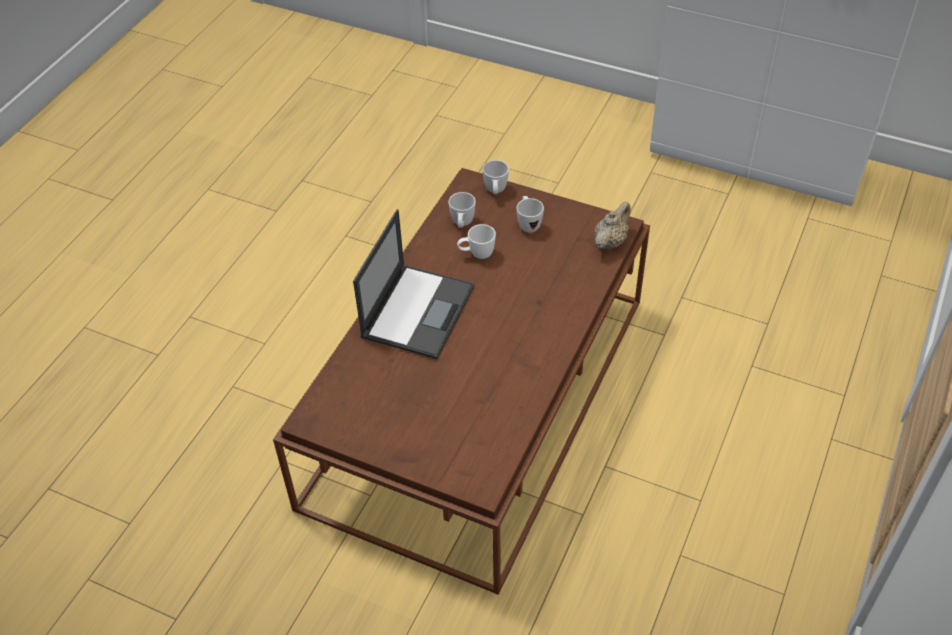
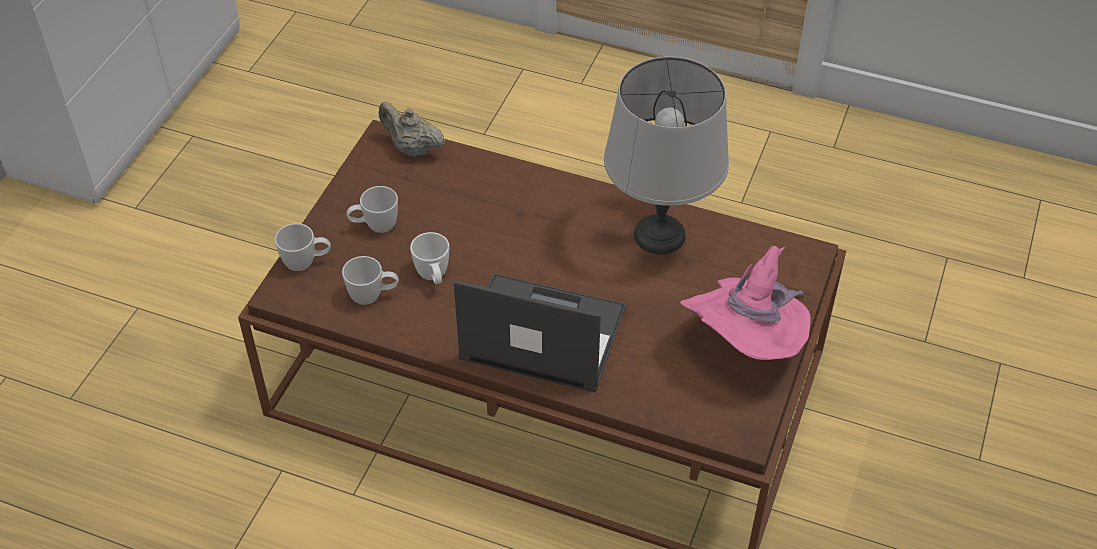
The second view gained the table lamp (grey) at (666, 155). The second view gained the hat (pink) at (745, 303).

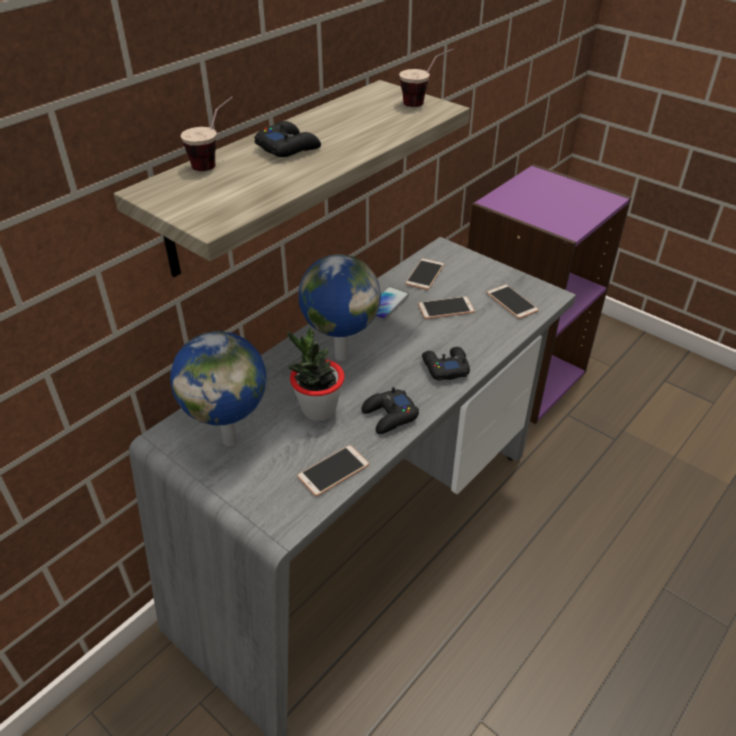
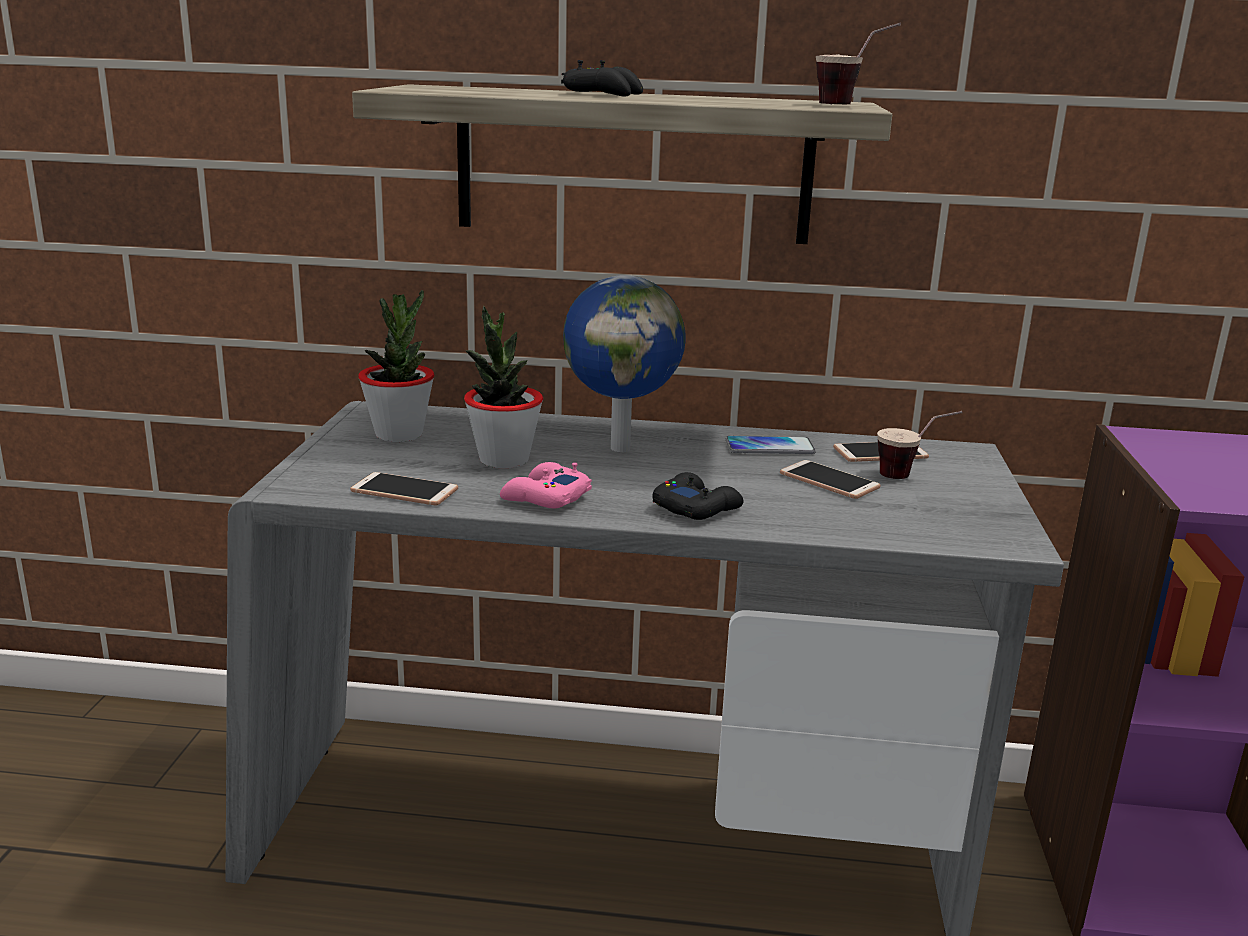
Where the globe stood at (218, 388), the potted plant came to stand at (396, 366). What was the game controller (black) at (390, 410) turned into the game controller (pink) at (546, 485). The cup ended up elsewhere, having gone from (207, 133) to (920, 445). The second view lost the phone at (513, 301).

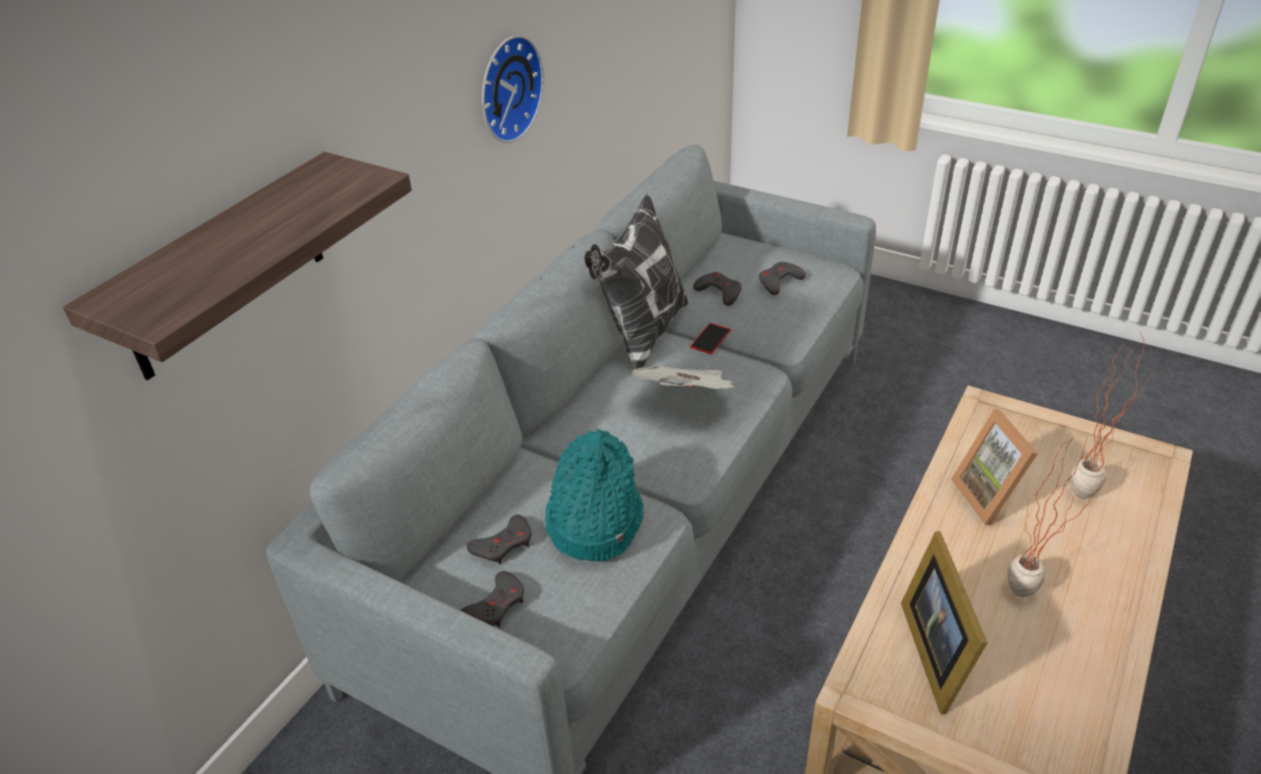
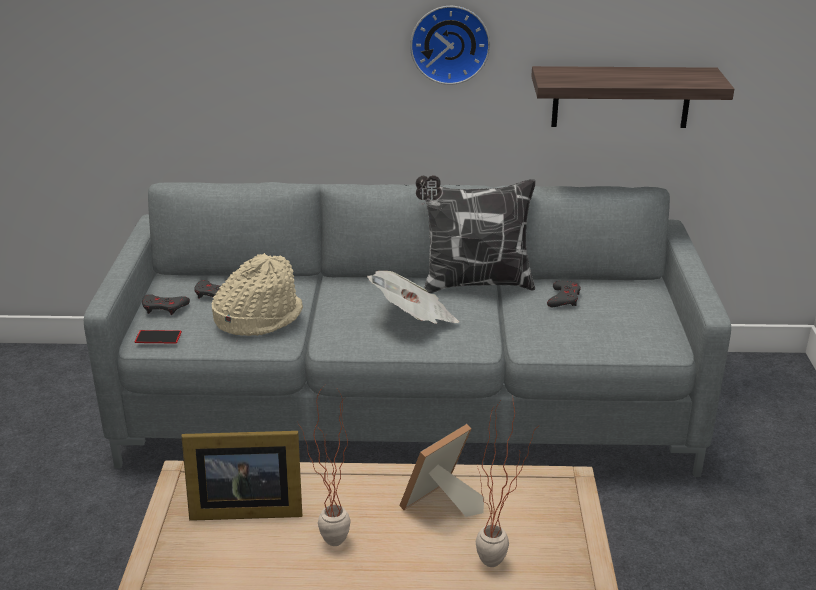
The phone ended up elsewhere, having gone from (710, 338) to (158, 337). The picture frame at (944, 622) ended up facing another way, 150 degrees counterclockwise from before. What was the hat (turquoise) at (594, 495) turned into the hat (beige) at (257, 294). The shelf ended up elsewhere, having gone from (237, 266) to (632, 97). The second view lost the game controller (grey) at (782, 278).

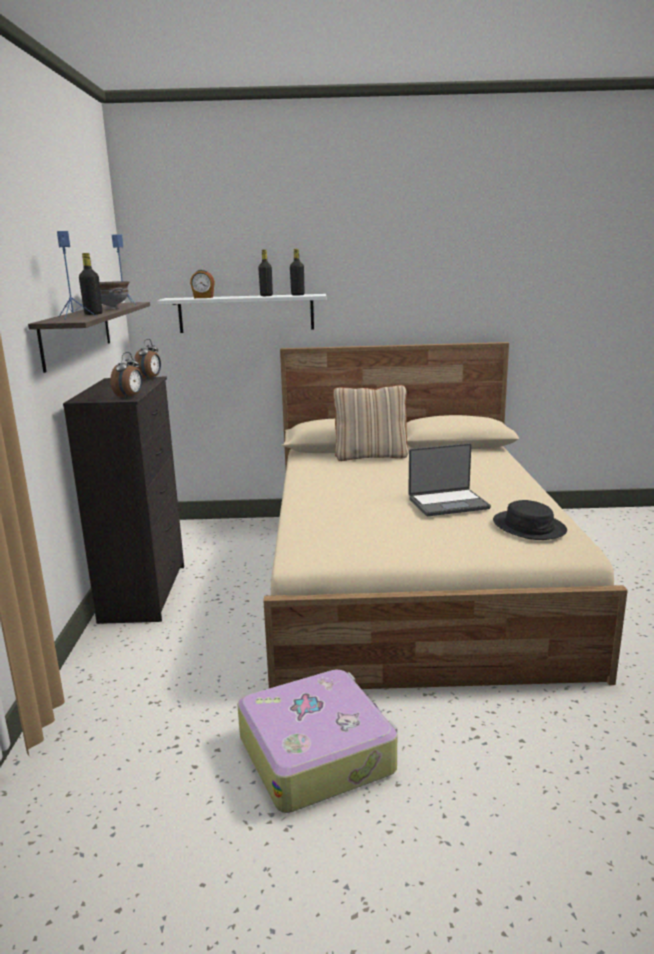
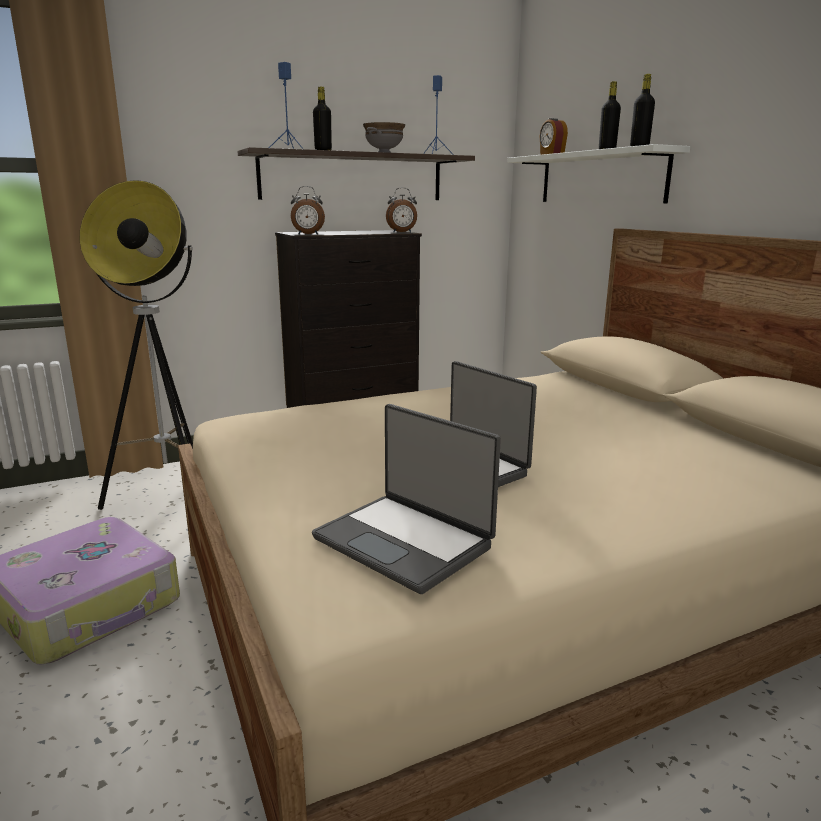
The second view gained the floor lamp at (136, 345). Where the hat (black) stood at (530, 520), the laptop came to stand at (406, 499). The second view lost the pillow (beige) at (371, 423).

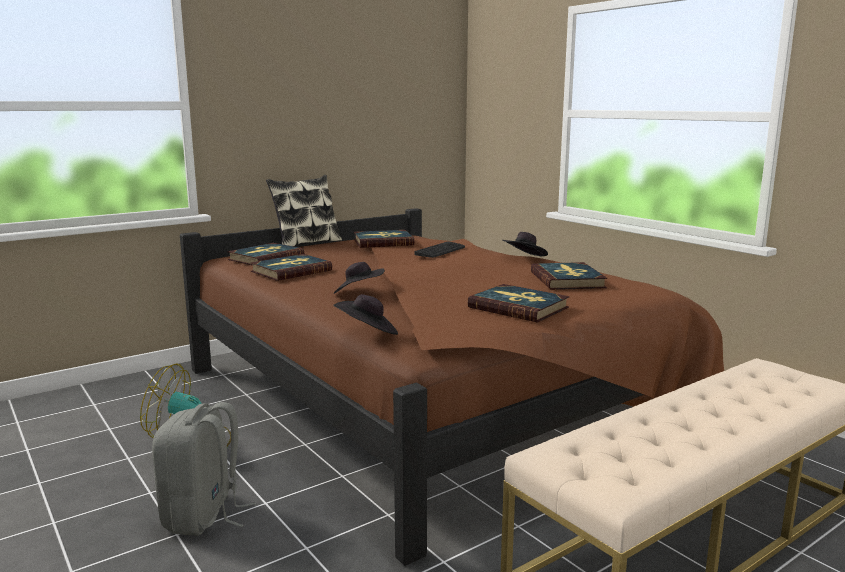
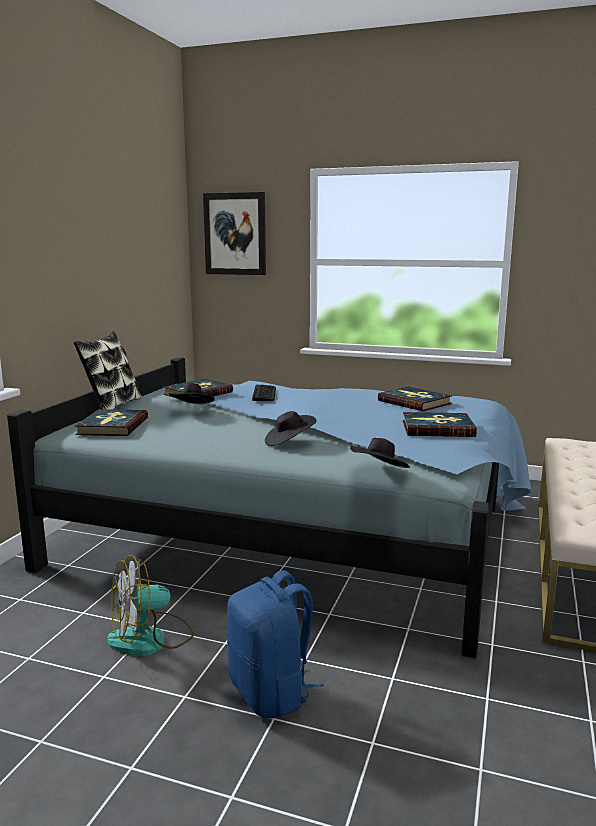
What was the bed (brown) at (452, 387) turned into the bed (blue) at (269, 508). The hat (black) ended up elsewhere, having gone from (525, 244) to (191, 393). The second view gained the picture at (234, 233). What was the backpack (grey) at (204, 469) turned into the backpack (blue) at (275, 644). The second view lost the book at (291, 267).

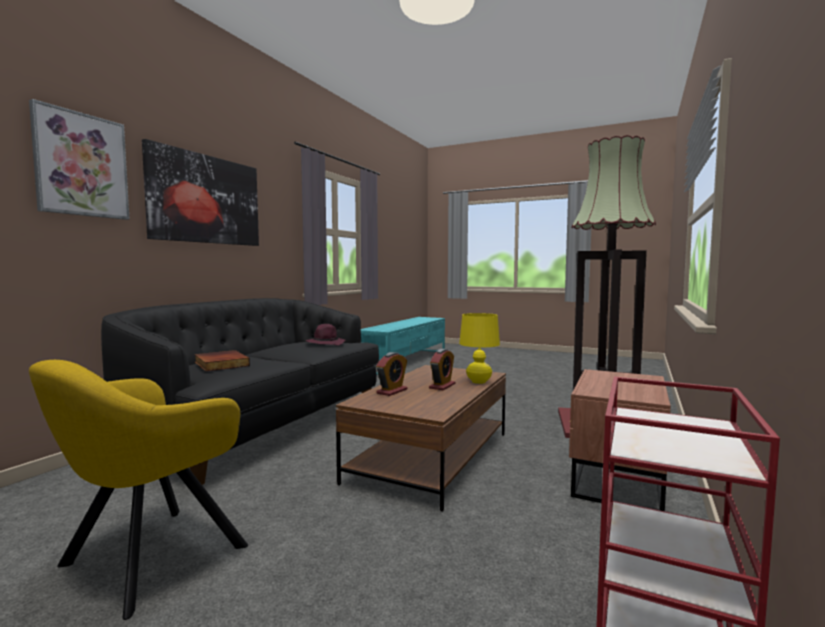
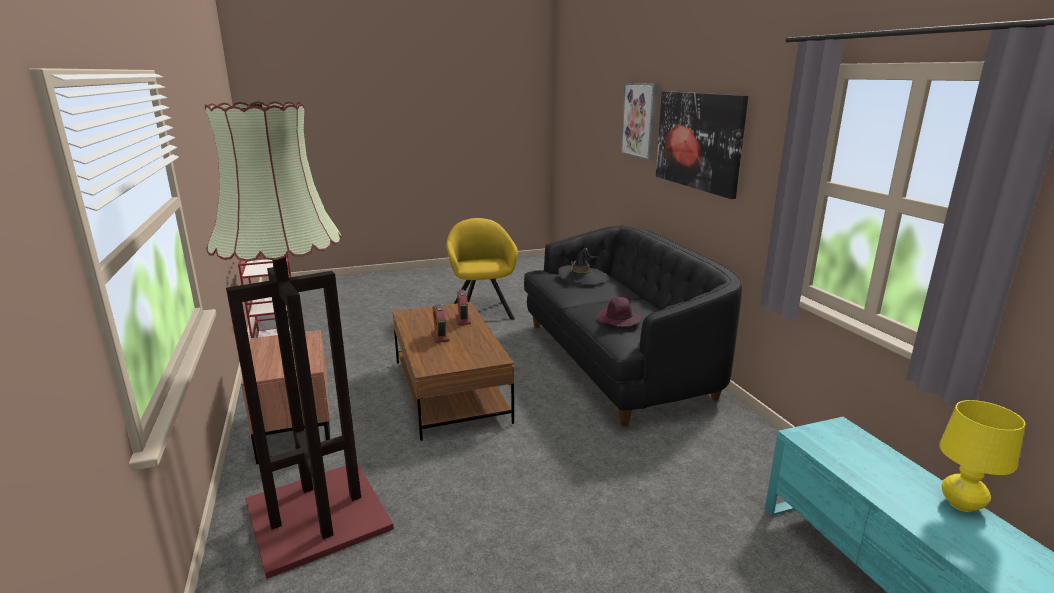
Where the book stood at (222, 360), the hat (black) came to stand at (583, 266). The table lamp (yellow) ended up elsewhere, having gone from (479, 348) to (982, 456).

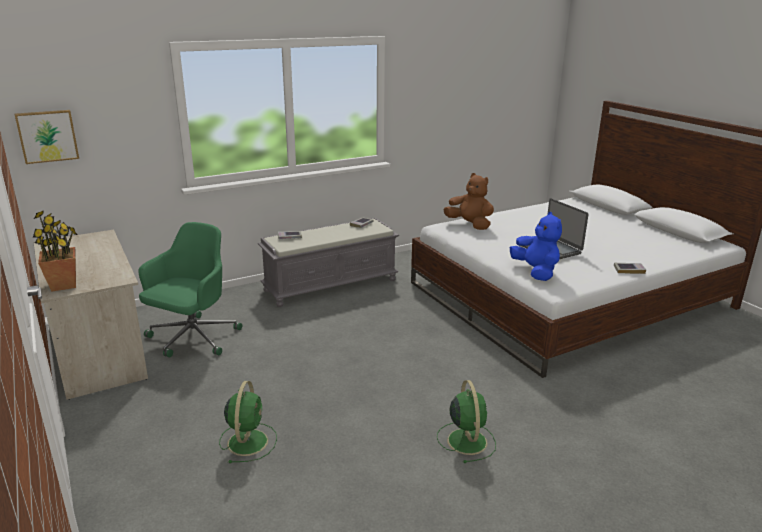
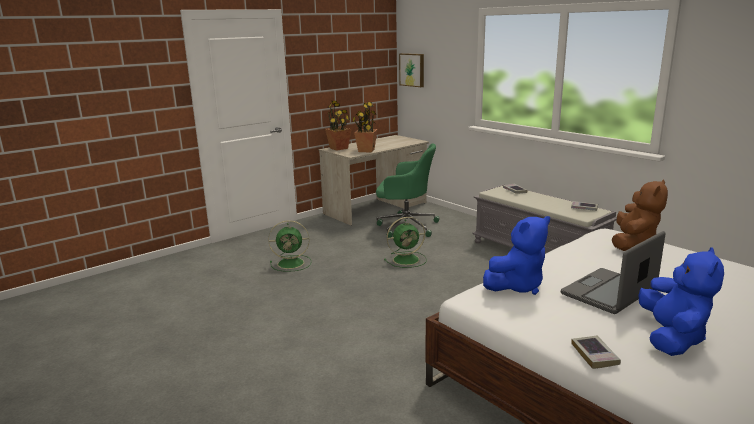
The second view gained the potted plant at (364, 127). The fan (green) ended up elsewhere, having gone from (466, 421) to (405, 242). The second view gained the plush toy (blue) at (681, 301).

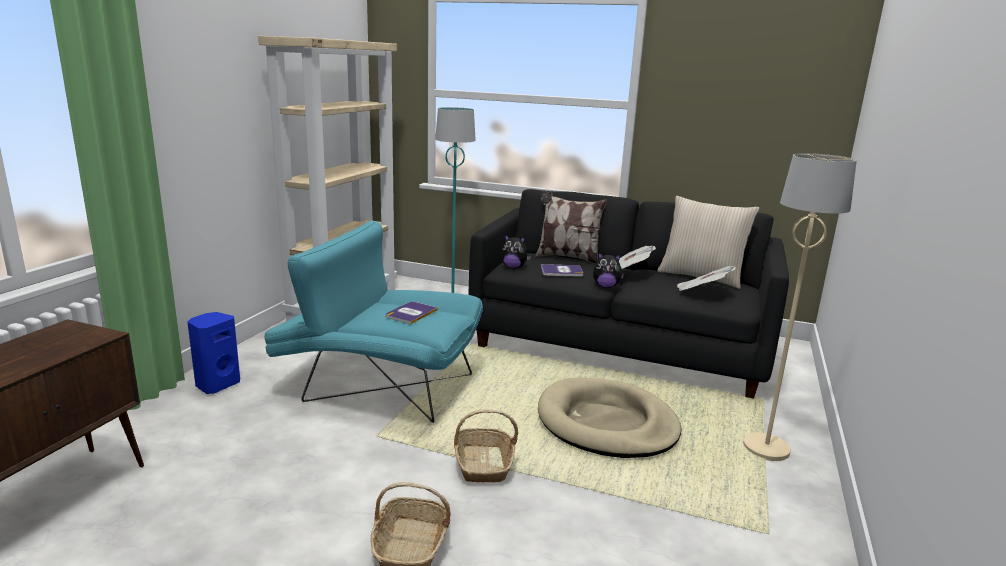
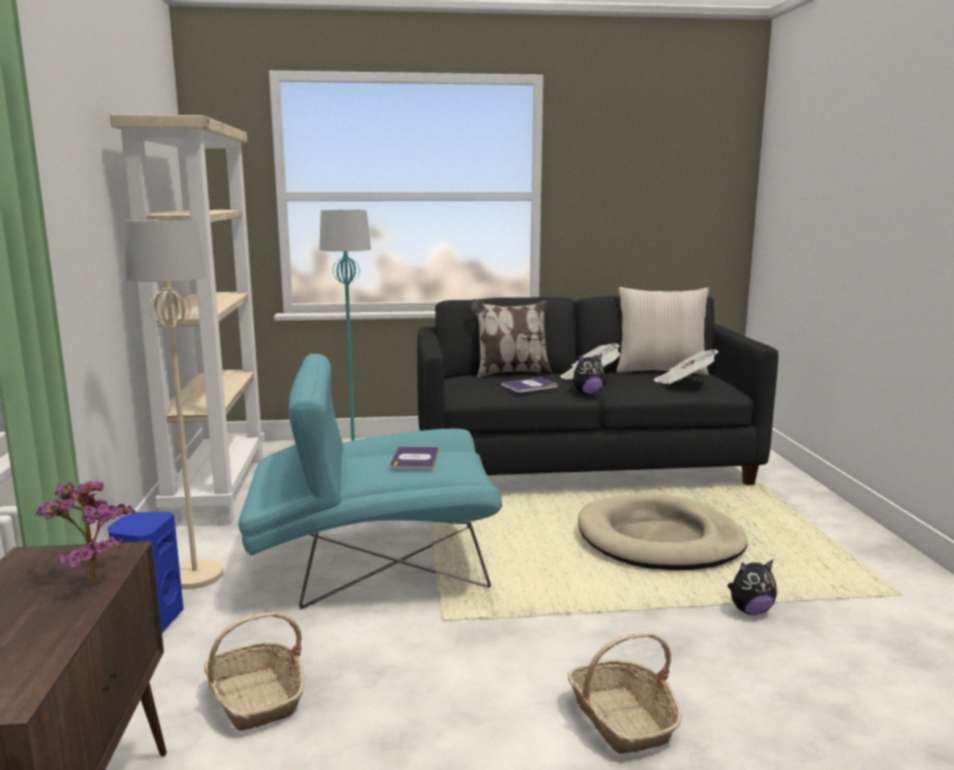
The second view gained the potted plant at (85, 531). The floor lamp (beige) ended up elsewhere, having gone from (800, 307) to (174, 404). The basket ended up elsewhere, having gone from (486, 446) to (254, 671). The plush toy ended up elsewhere, having gone from (516, 251) to (752, 587).

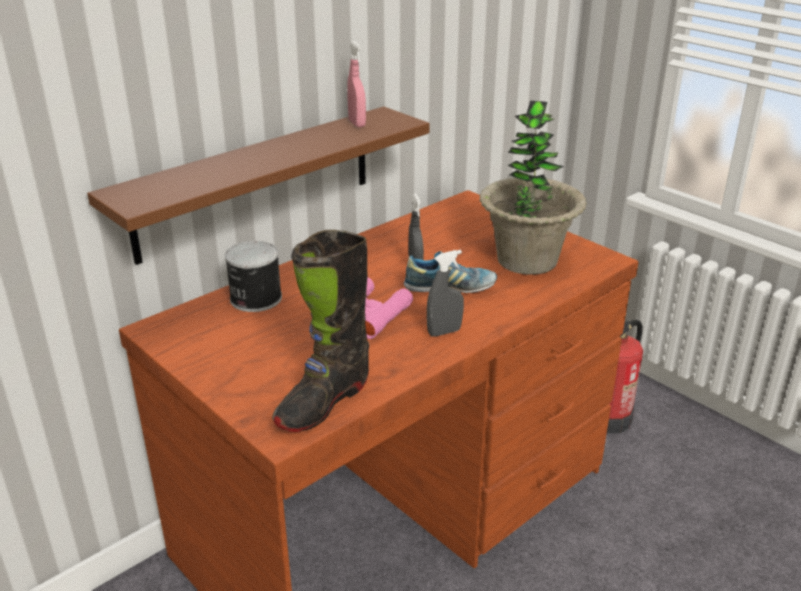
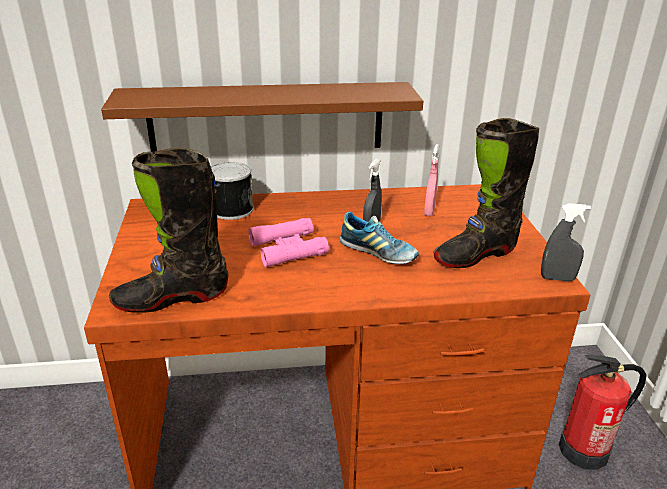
The spray bottle (pink) ended up elsewhere, having gone from (356, 84) to (431, 180). Where the potted plant stood at (533, 188), the boot (black) came to stand at (486, 193). The spray bottle (grey) ended up elsewhere, having gone from (445, 293) to (566, 242).

